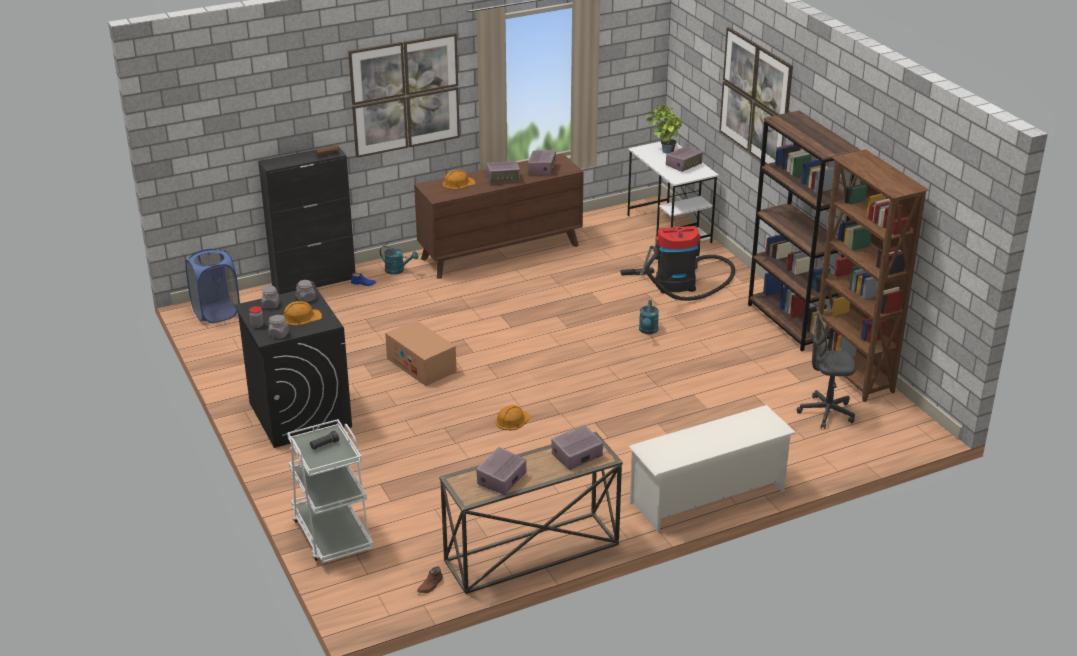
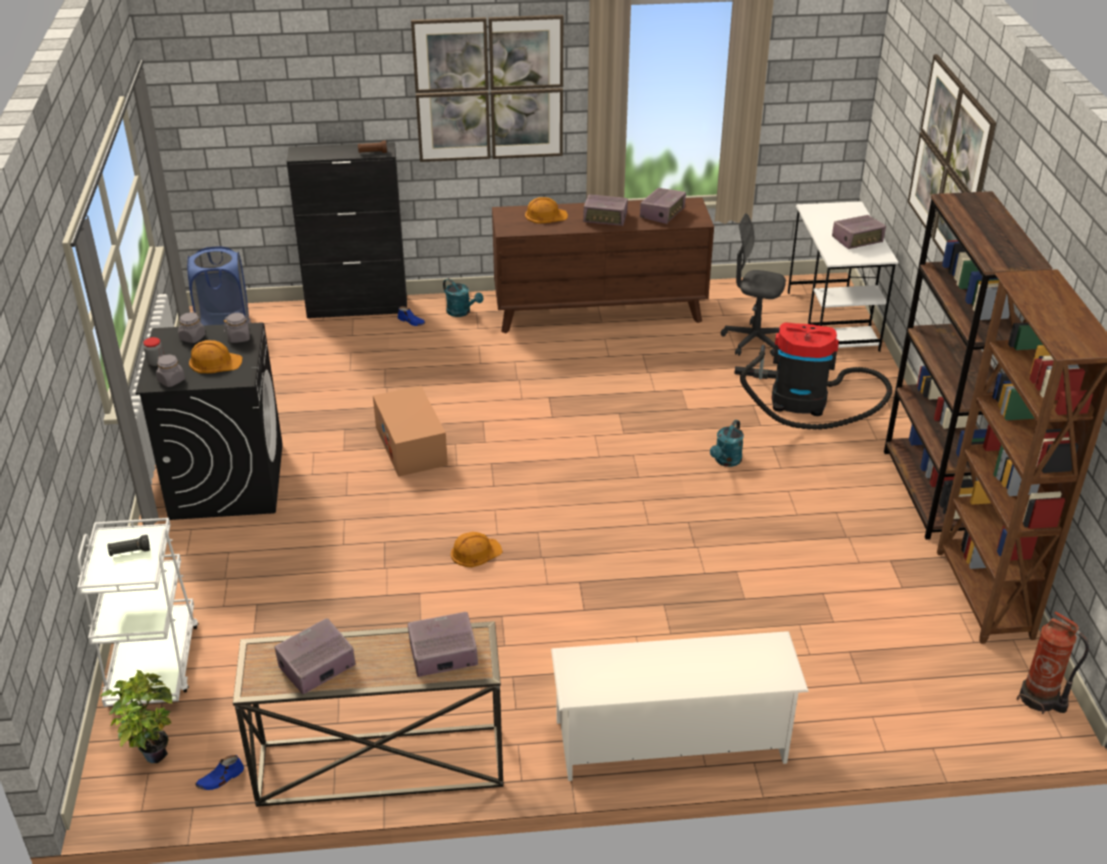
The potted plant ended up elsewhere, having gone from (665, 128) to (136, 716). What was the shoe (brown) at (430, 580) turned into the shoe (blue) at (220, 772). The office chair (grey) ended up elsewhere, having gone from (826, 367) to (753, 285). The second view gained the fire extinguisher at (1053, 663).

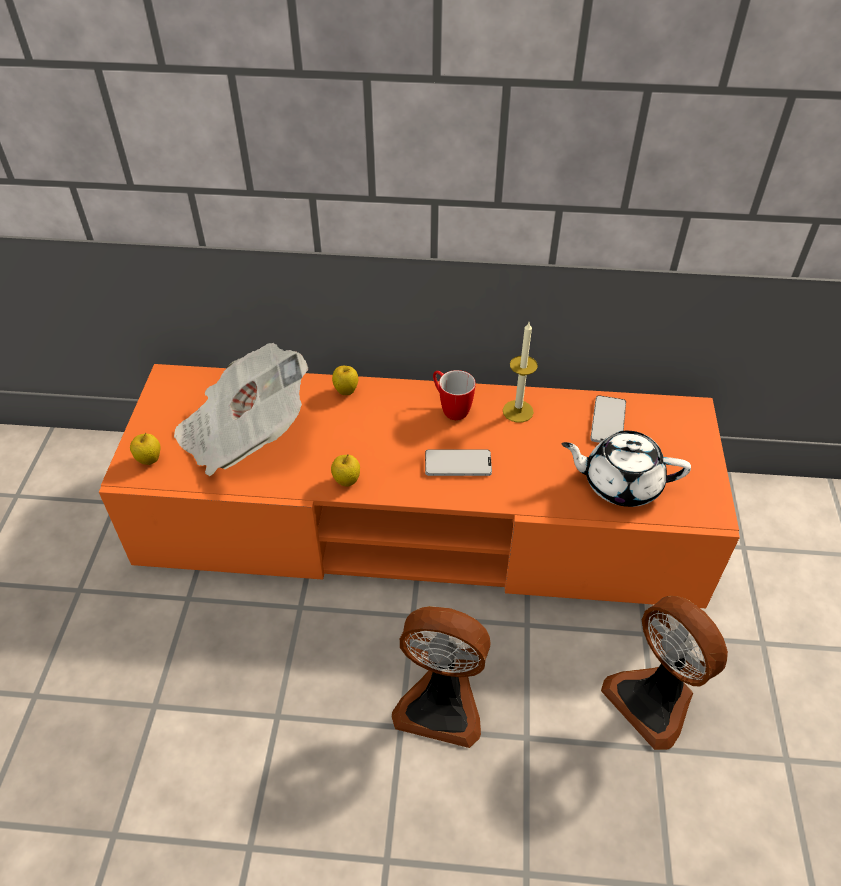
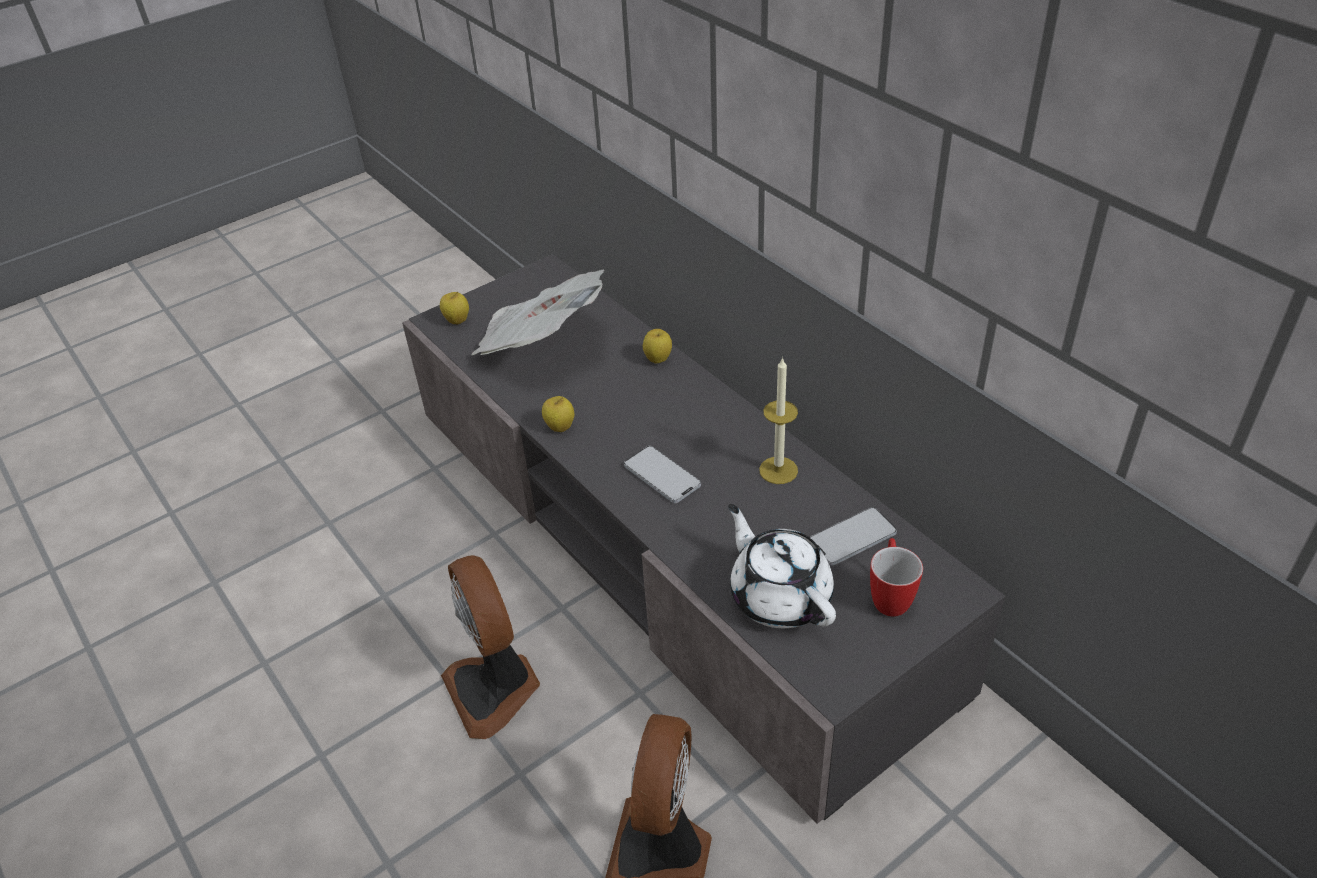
What was the tv stand (orange) at (419, 486) turned into the tv stand (grey) at (703, 539). The mug ended up elsewhere, having gone from (454, 395) to (896, 577).

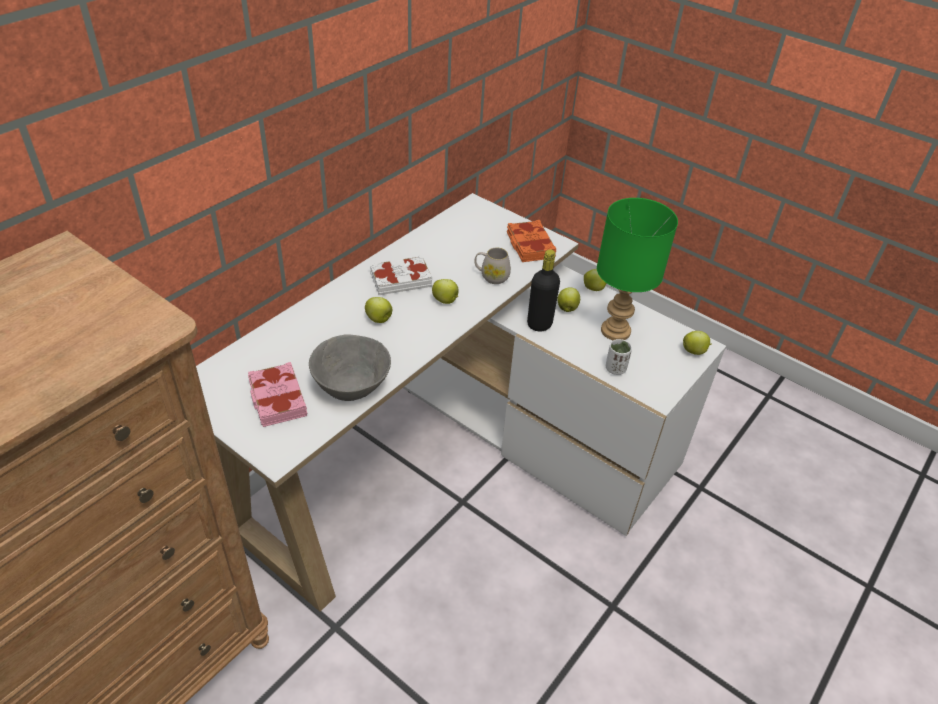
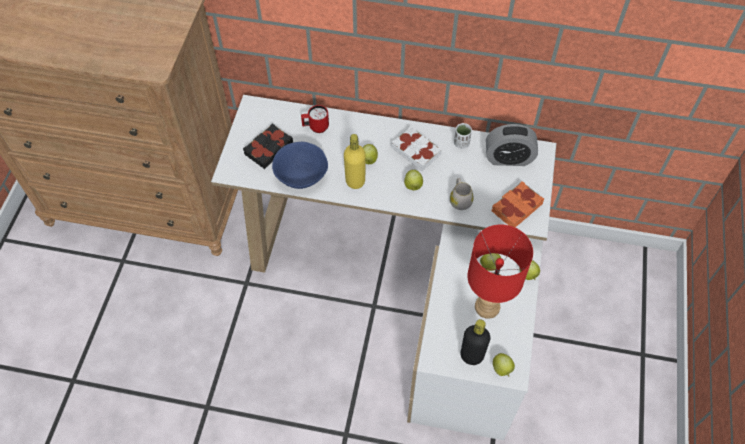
What was the book (pink) at (277, 394) turned into the book (black) at (268, 146). What was the bowl (grey) at (350, 367) turned into the bowl (blue) at (300, 165). The second view gained the mug (red) at (315, 119). The second view gained the bottle (yellow) at (355, 161). The cup (white) ended up elsewhere, having gone from (619, 357) to (463, 136). The bottle (black) ended up elsewhere, having gone from (543, 290) to (475, 342). What was the table lamp (green) at (637, 269) turned into the table lamp (red) at (500, 271). The second view gained the alarm clock at (512, 145).

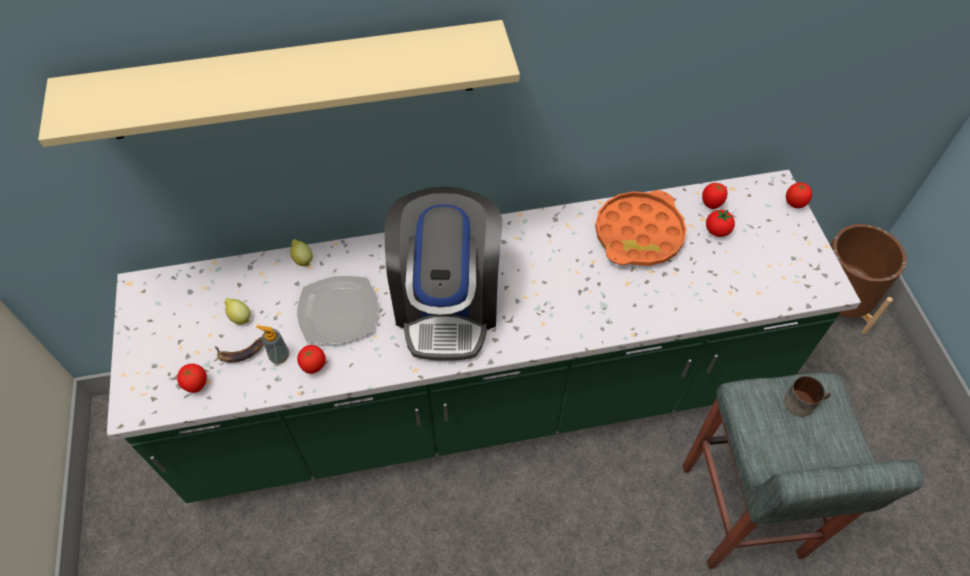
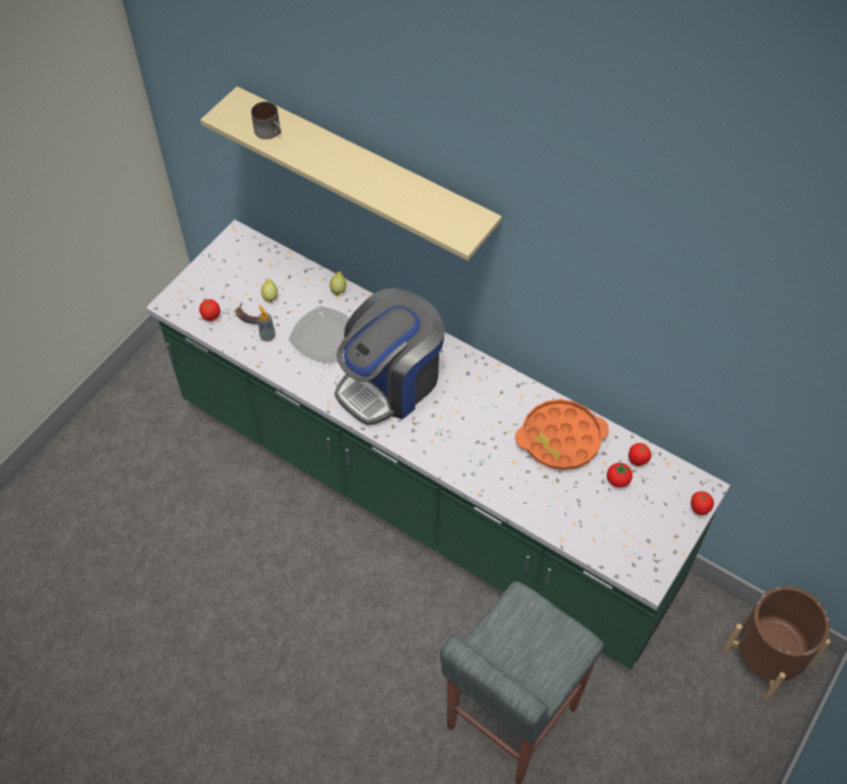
The mug ended up elsewhere, having gone from (807, 396) to (266, 120). The second view lost the tomato at (311, 359).

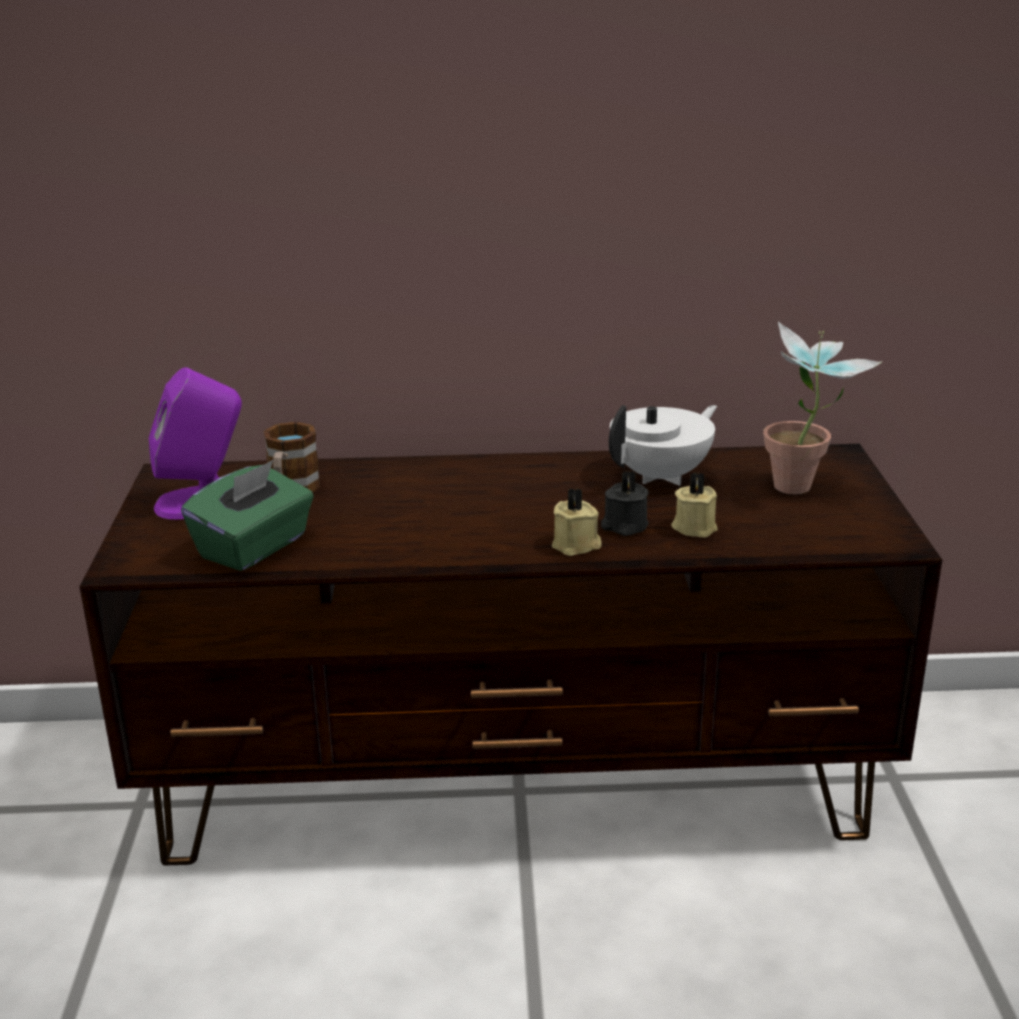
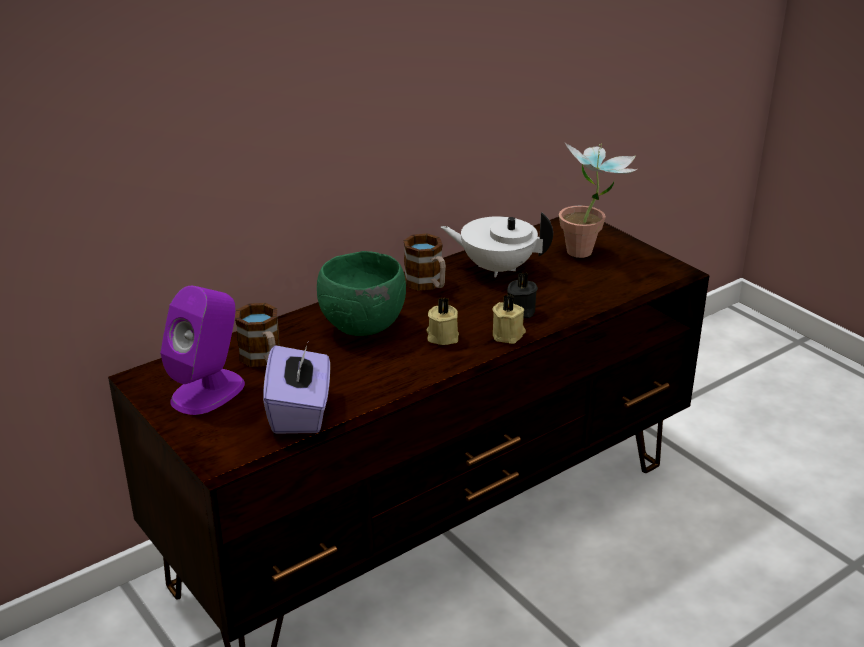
What was the tissue box (green) at (247, 515) turned into the tissue box (purple) at (296, 388). The second view gained the bowl (green) at (361, 293). The second view gained the mug at (425, 262). The candle (beige) ended up elsewhere, having gone from (695, 505) to (442, 321). The teapot (white) at (663, 445) ended up facing another way, 90 degrees counterclockwise from before.

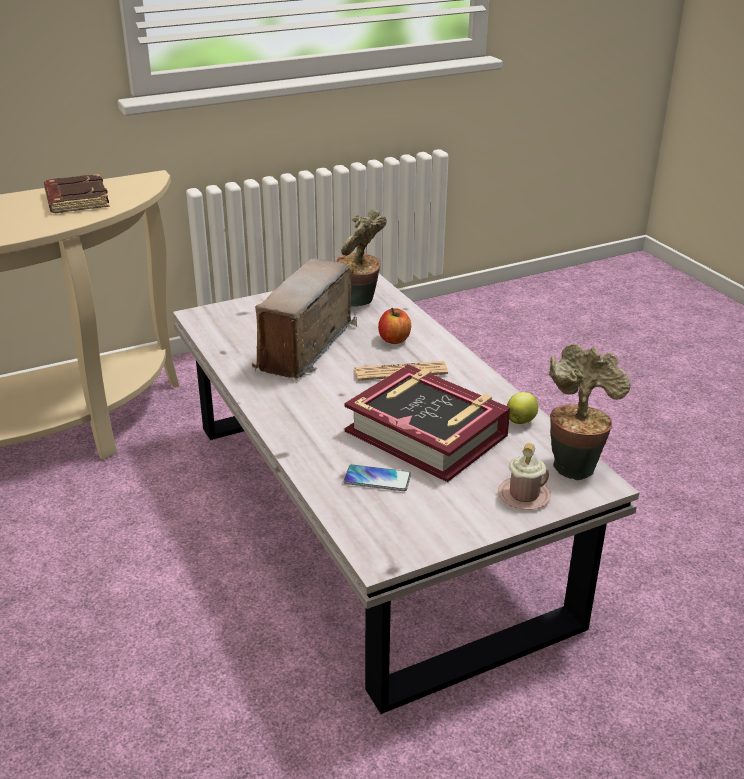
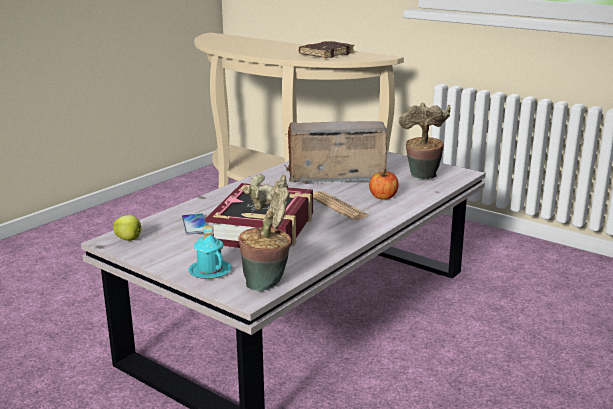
The apple ended up elsewhere, having gone from (522, 408) to (127, 228). What was the mug (pink) at (524, 476) turned into the mug (turquoise) at (210, 252).

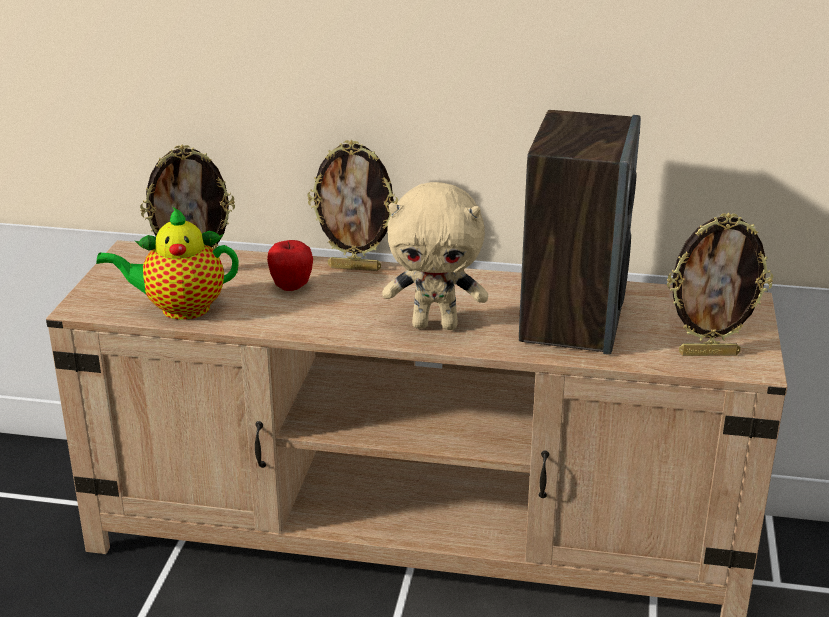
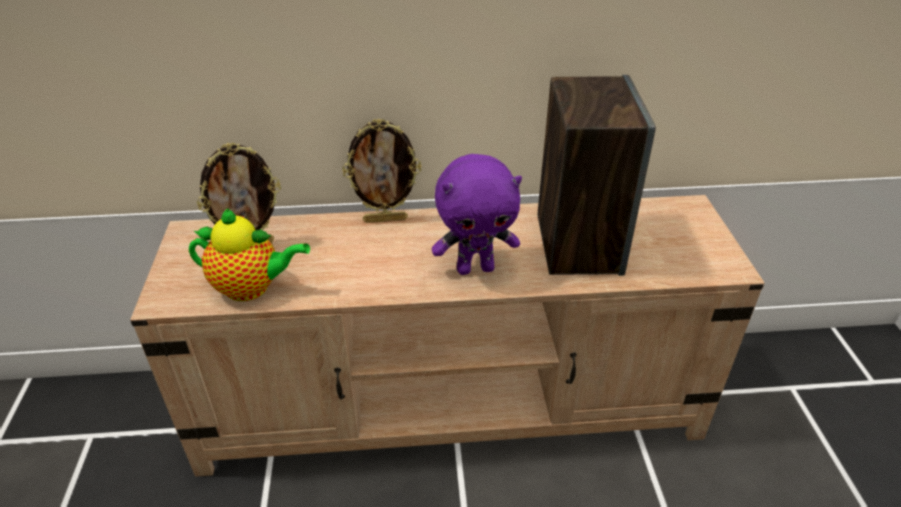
The teapot at (167, 263) ended up facing another way, 150 degrees counterclockwise from before. What was the plush toy (beige) at (435, 256) turned into the plush toy (purple) at (477, 214). The second view lost the apple at (290, 265). The second view lost the picture frame at (720, 284).

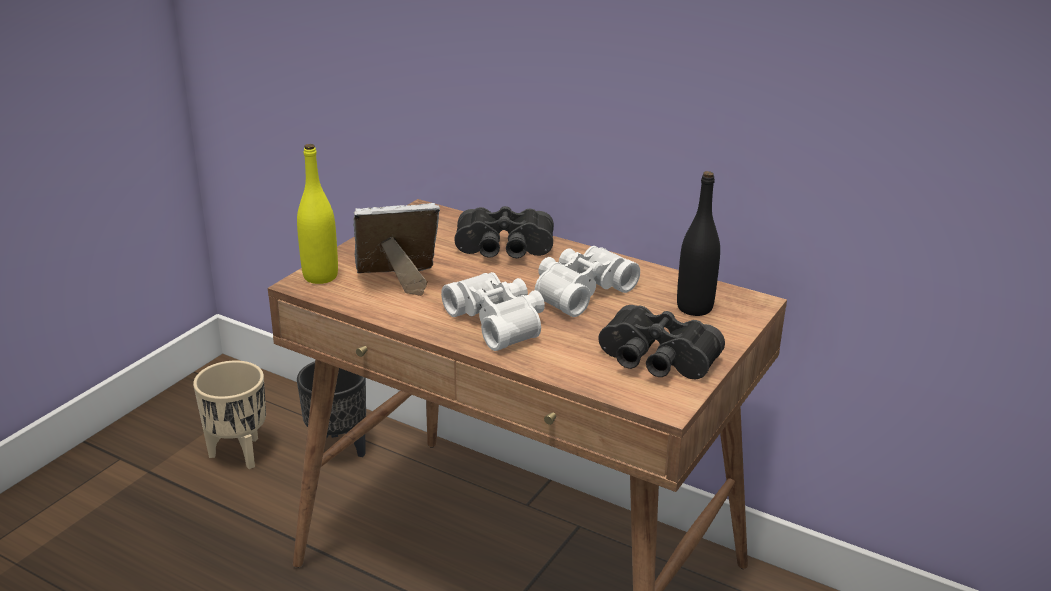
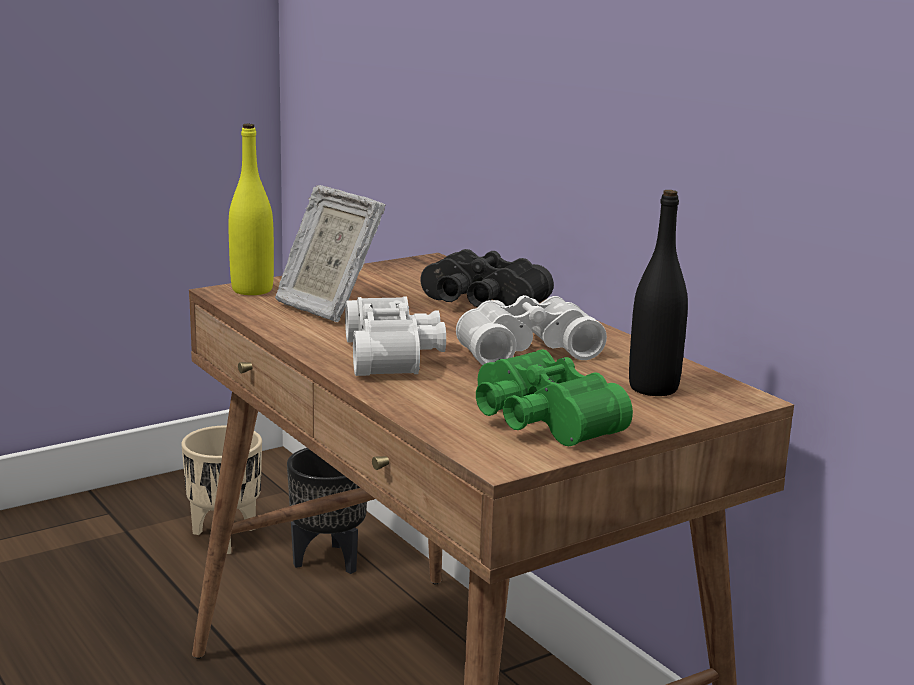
The picture frame at (396, 249) ended up facing another way, 150 degrees counterclockwise from before. What was the binoculars (black) at (661, 342) turned into the binoculars (green) at (554, 397).

